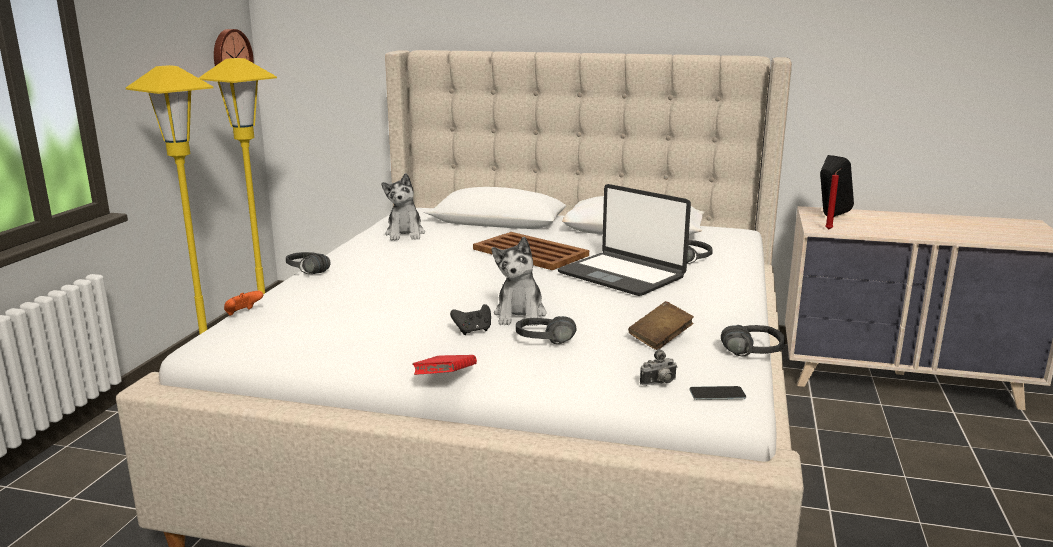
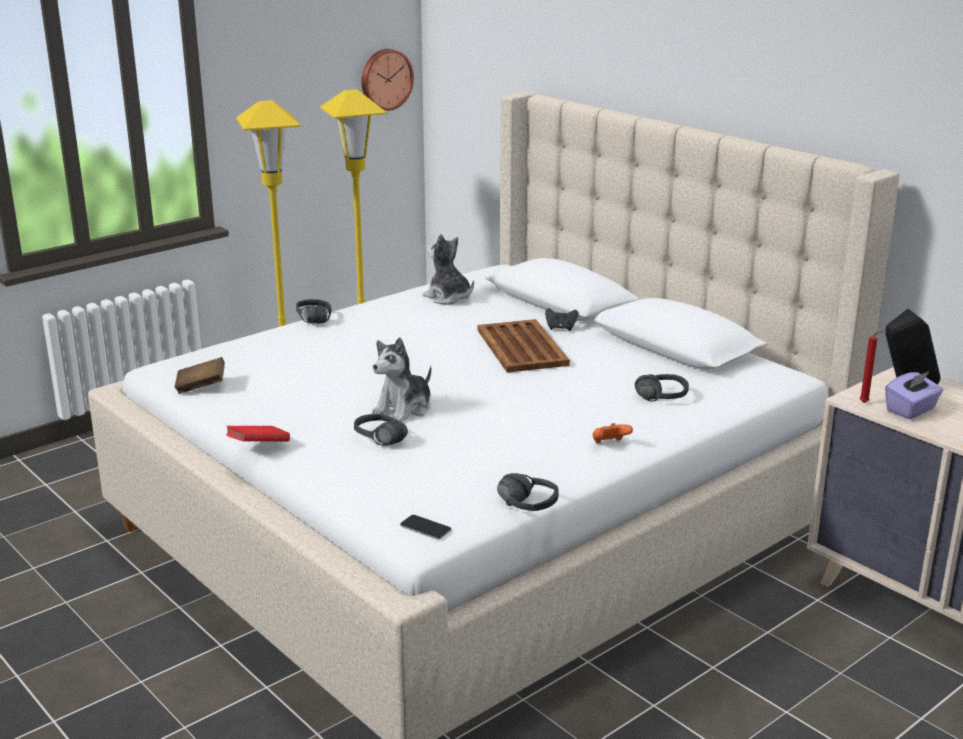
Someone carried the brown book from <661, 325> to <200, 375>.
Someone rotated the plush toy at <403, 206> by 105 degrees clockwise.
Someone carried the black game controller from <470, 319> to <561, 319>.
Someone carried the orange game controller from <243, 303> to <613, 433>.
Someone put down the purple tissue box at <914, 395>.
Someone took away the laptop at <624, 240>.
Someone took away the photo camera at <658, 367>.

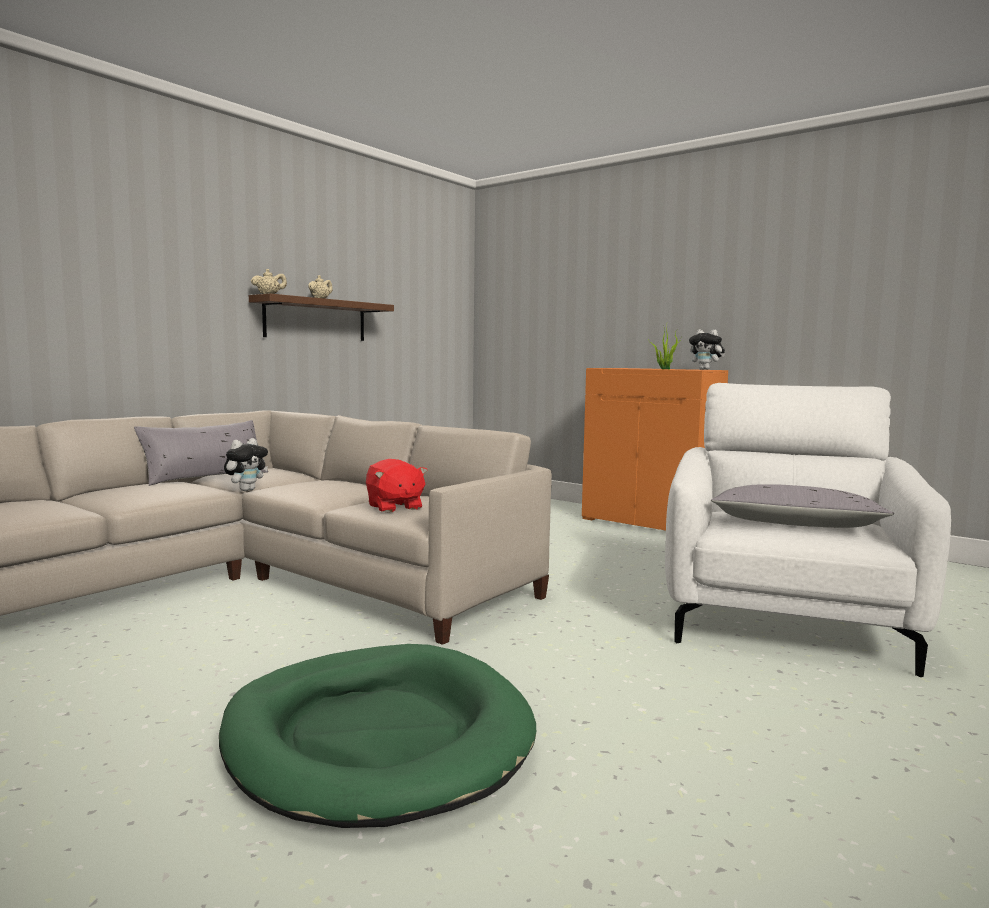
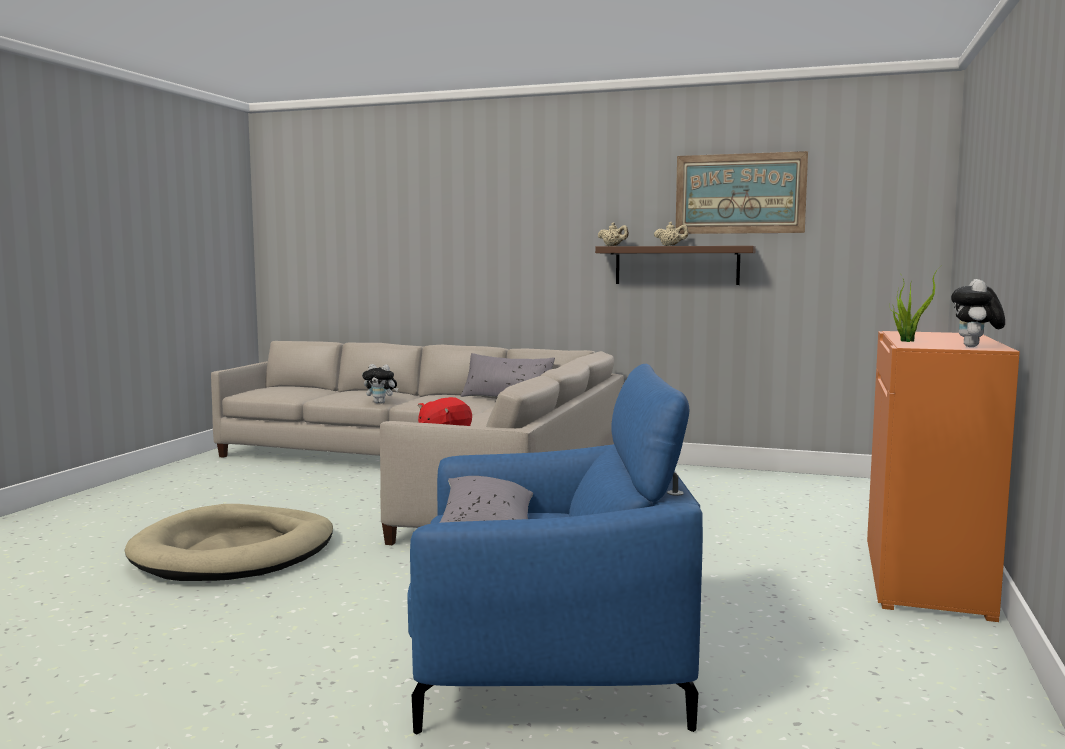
Someone repainted the green dog bed at <377, 736>, which became the beige dog bed at <229, 542>.
Someone carried the plush toy from <246, 464> to <380, 384>.
Someone repainted the white armchair at <808, 530>, which became the blue armchair at <555, 549>.
Someone put up the picture at <742, 192>.

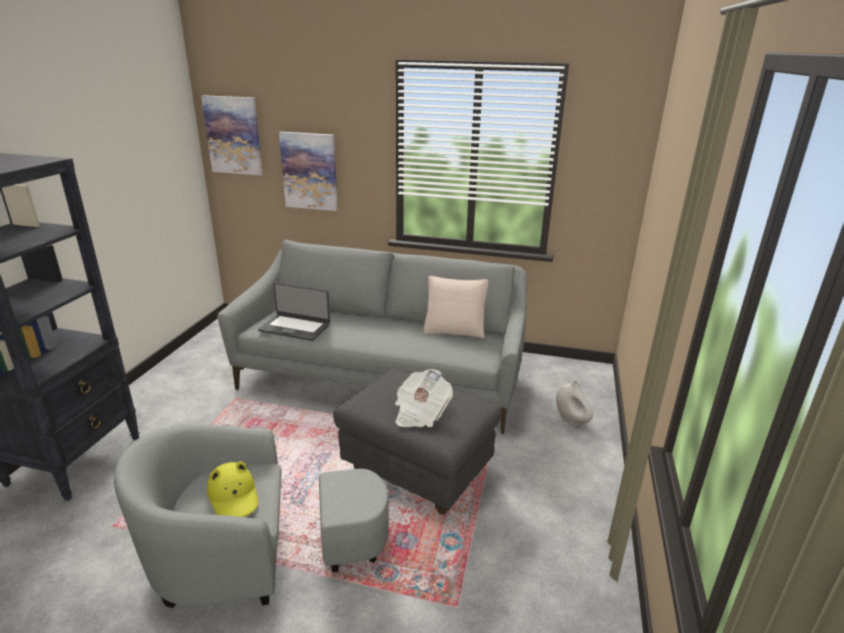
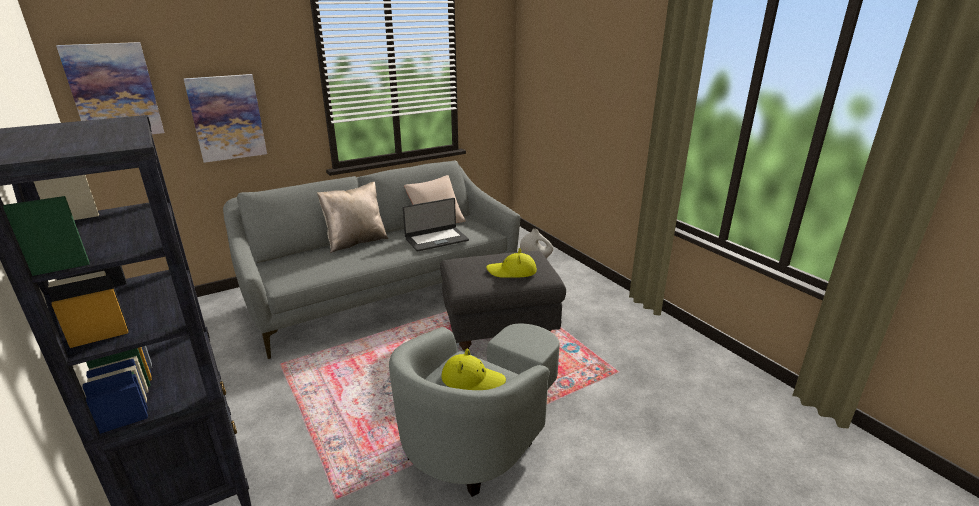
Someone put down the beige pillow at <352, 217>.
Someone carried the laptop from <294, 311> to <436, 225>.
Someone swapped the newspaper at <424, 398> for the yellow hat at <511, 263>.

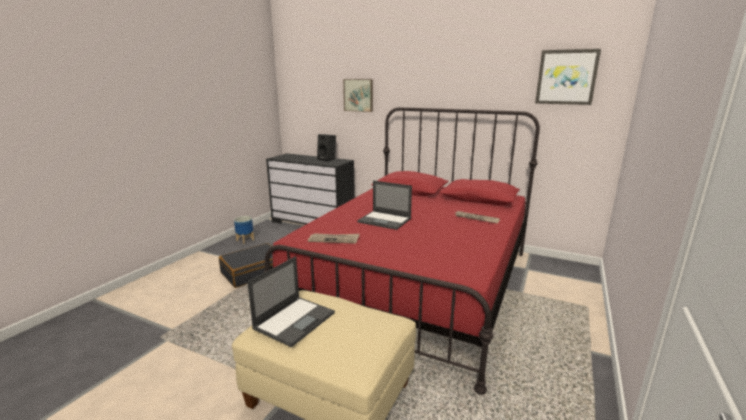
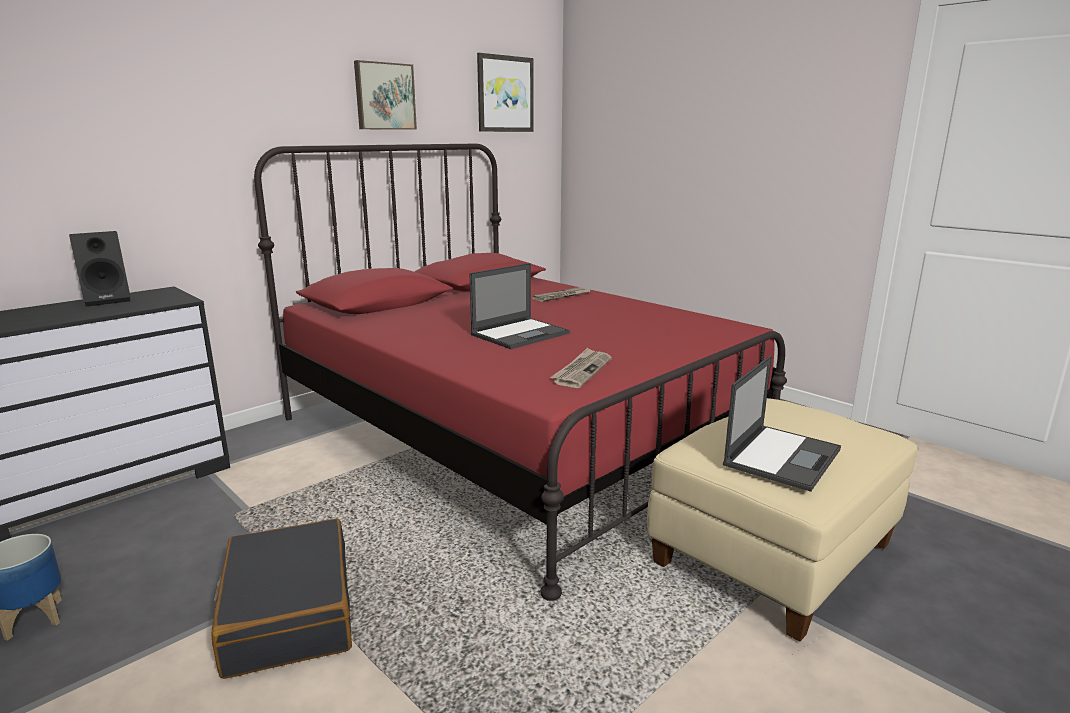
Someone carried the picture from <358, 95> to <385, 95>.
Someone rotated the laptop at <291, 301> by 75 degrees clockwise.

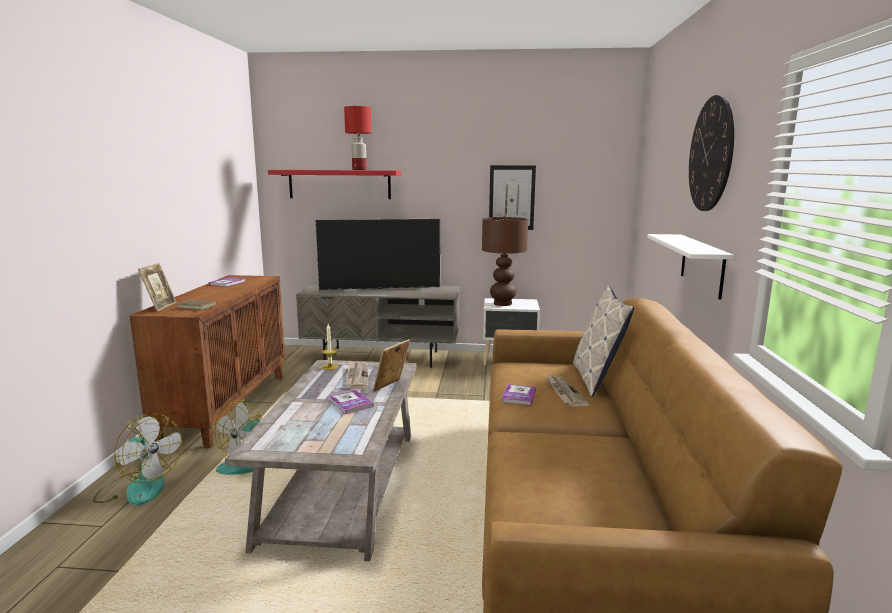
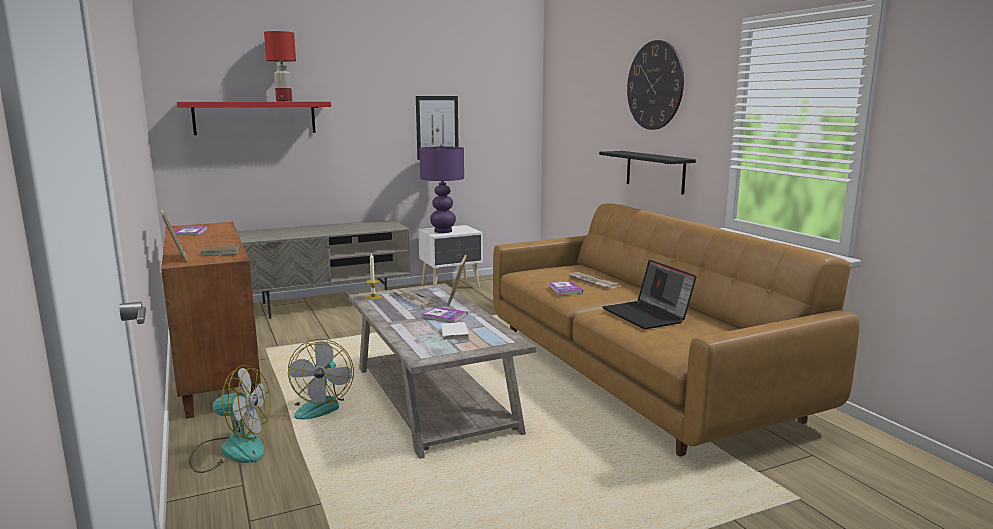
Someone repainted the brown table lamp at <505, 261>, which became the purple table lamp at <441, 189>.
Someone put down the white book at <452, 331>.
Someone repainted the white shelf at <690, 267>, which became the black shelf at <647, 173>.
Someone put down the laptop at <650, 294>.
Someone took away the television at <377, 254>.
Someone took away the pillow at <603, 341>.

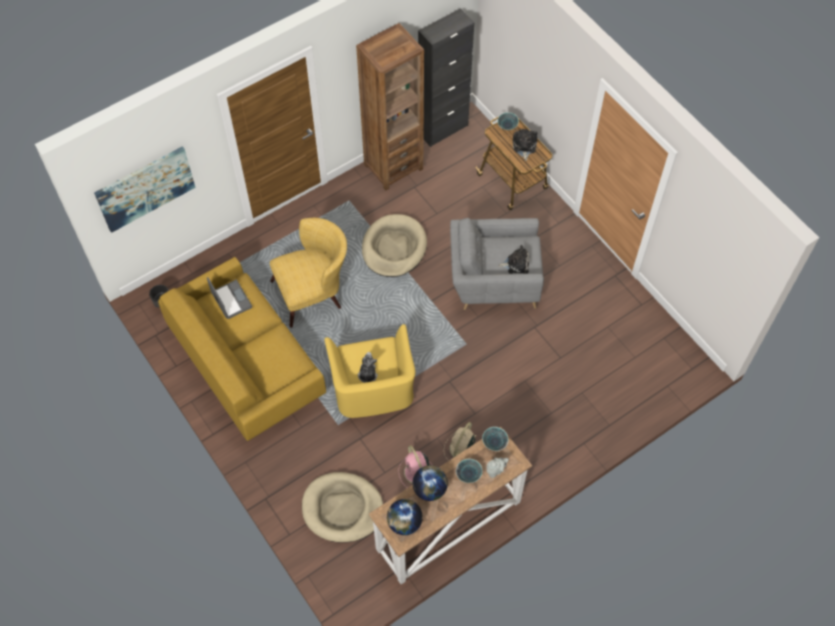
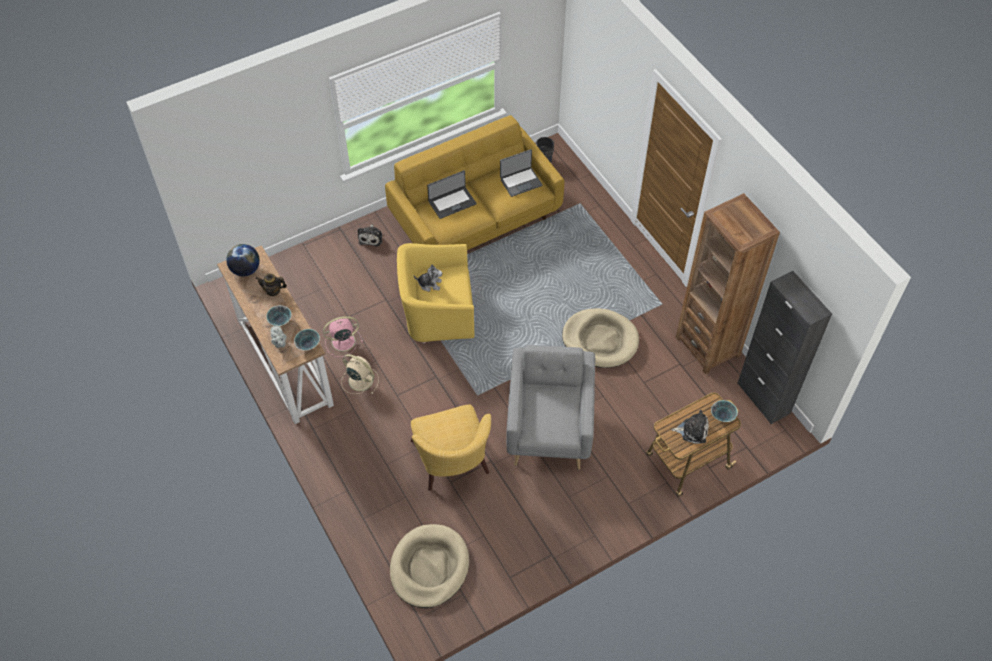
Someone swapped the globe at <430, 483> for the teapot at <271, 284>.
Someone carried the plush toy from <514, 259> to <370, 235>.
Someone carried the beige dog bed from <342, 507> to <429, 566>.
Someone carried the yellow armchair from <308, 273> to <451, 447>.
Someone put down the laptop at <452, 194>.
Someone took away the picture at <145, 189>.

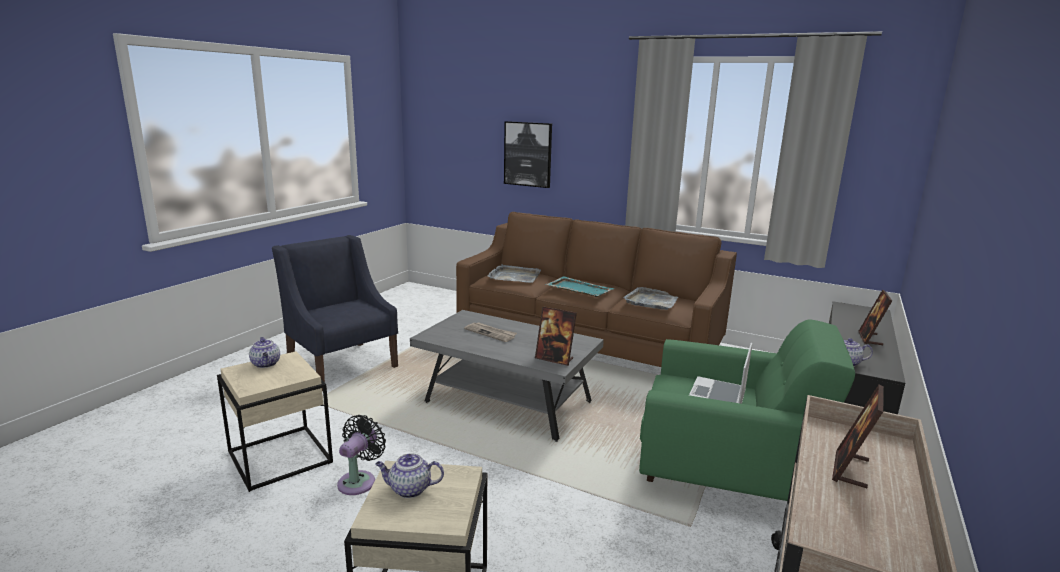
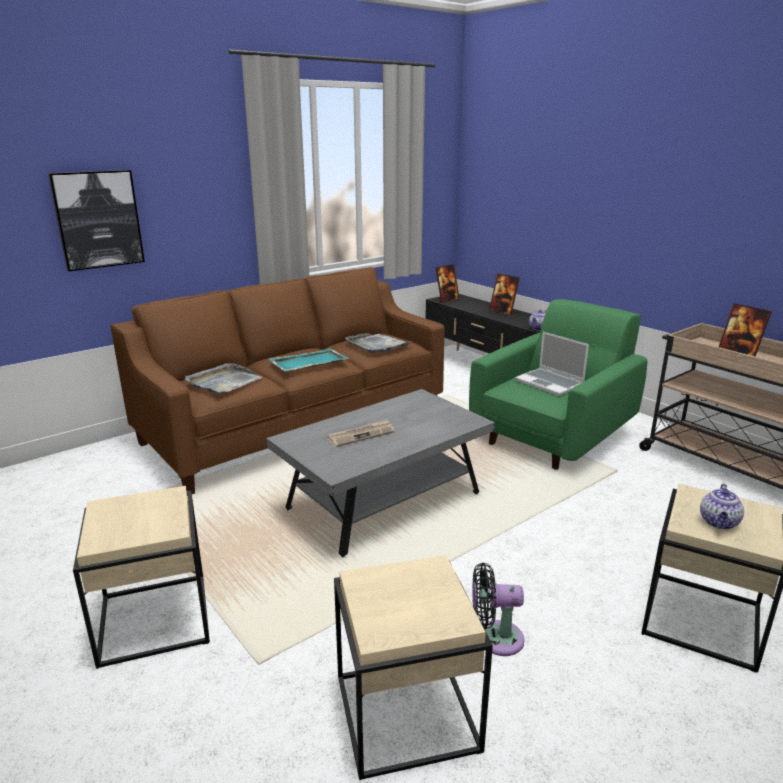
Someone swapped the blue armchair at <335, 313> for the beige side table at <141, 577>.
Someone carried the picture frame from <556, 336> to <447, 283>.
Someone rotated the black fan at <361, 455> by 45 degrees counterclockwise.
Someone took away the teapot at <264, 352>.

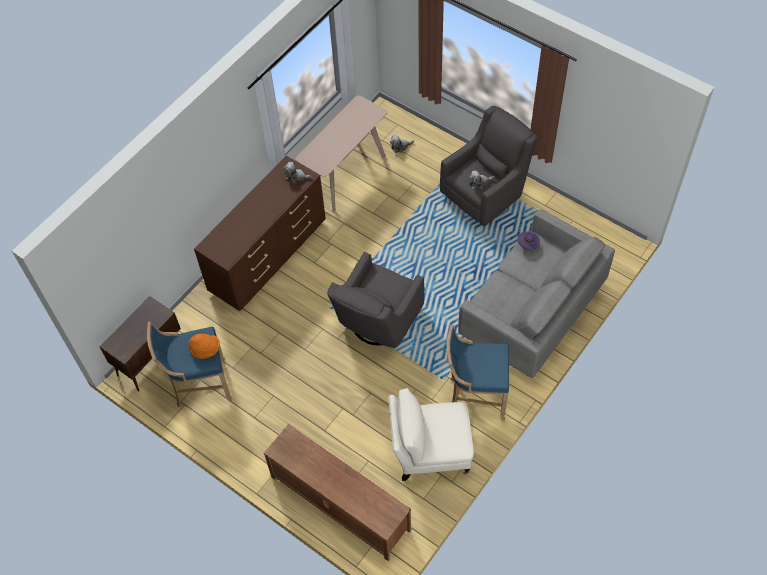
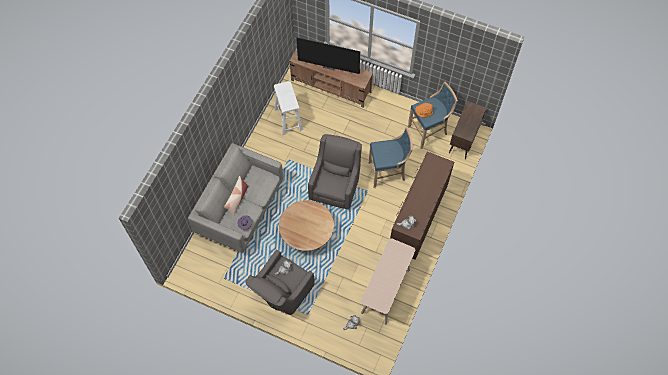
Someone put down the pillow at <236, 196>.
Someone swapped the beige armchair at <431, 434> for the white stool at <288, 108>.
Someone put down the brown coffee table at <306, 225>.
Someone put down the television at <328, 55>.
Someone carried the blue stool from <478, 373> to <390, 157>.

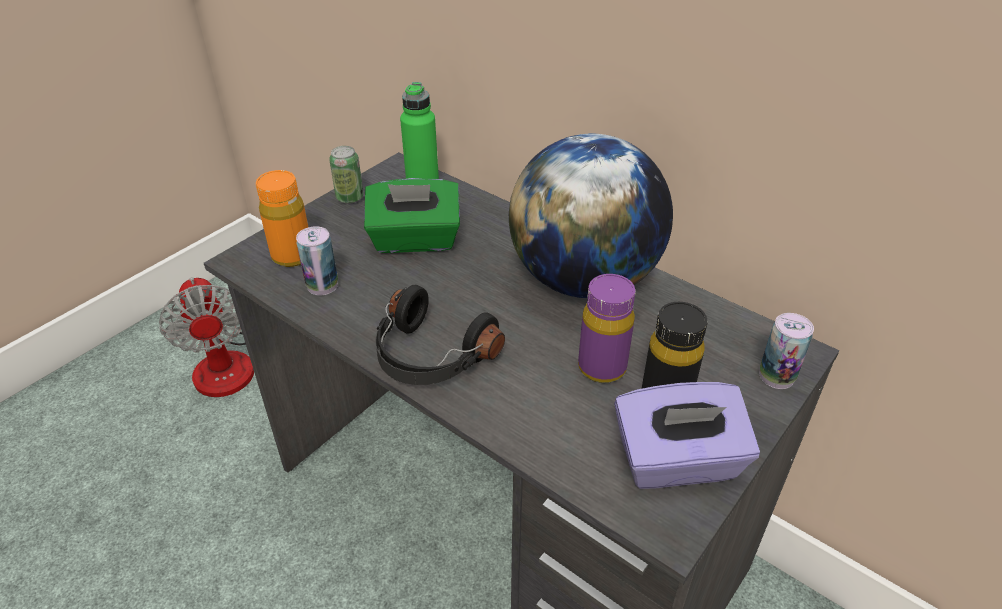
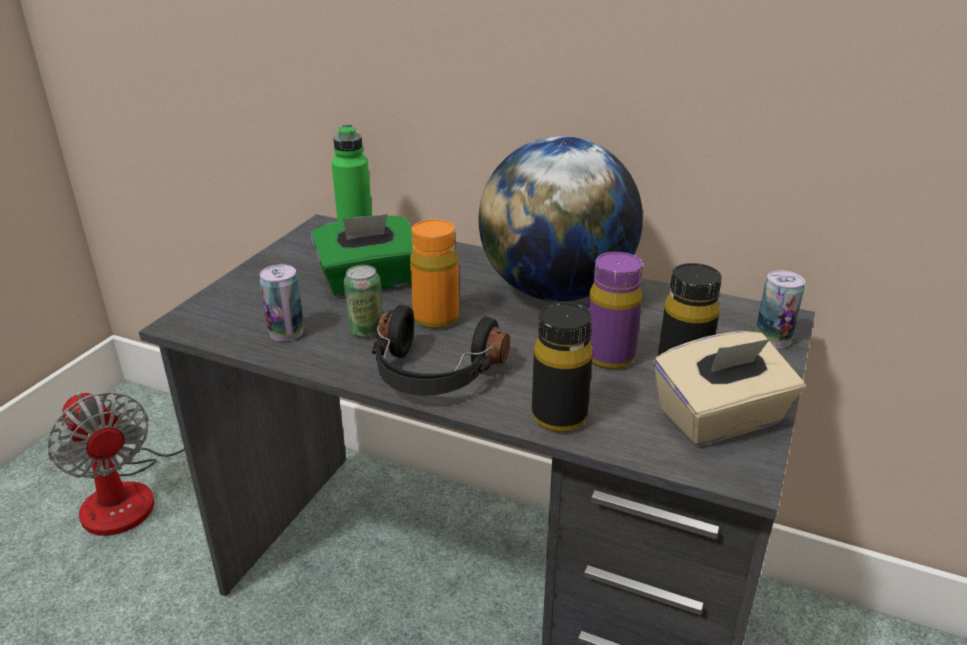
Someone carried the can from <346, 175> to <363, 301>.
Someone carried the orange bottle from <282, 218> to <434, 274>.
Someone put down the black bottle at <562, 367>.
Someone repainted the purple tissue box at <687, 435>, which became the beige tissue box at <729, 388>.

